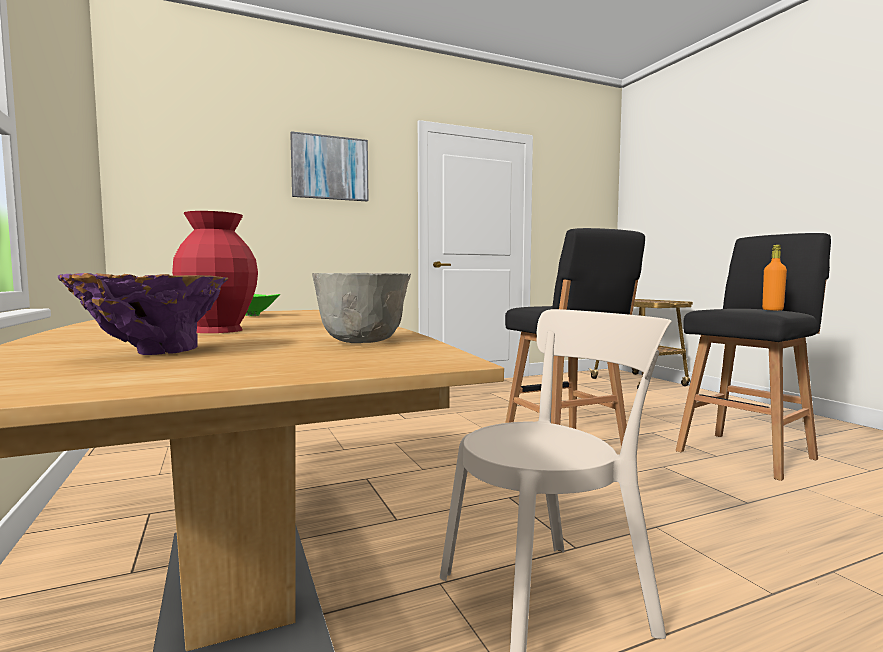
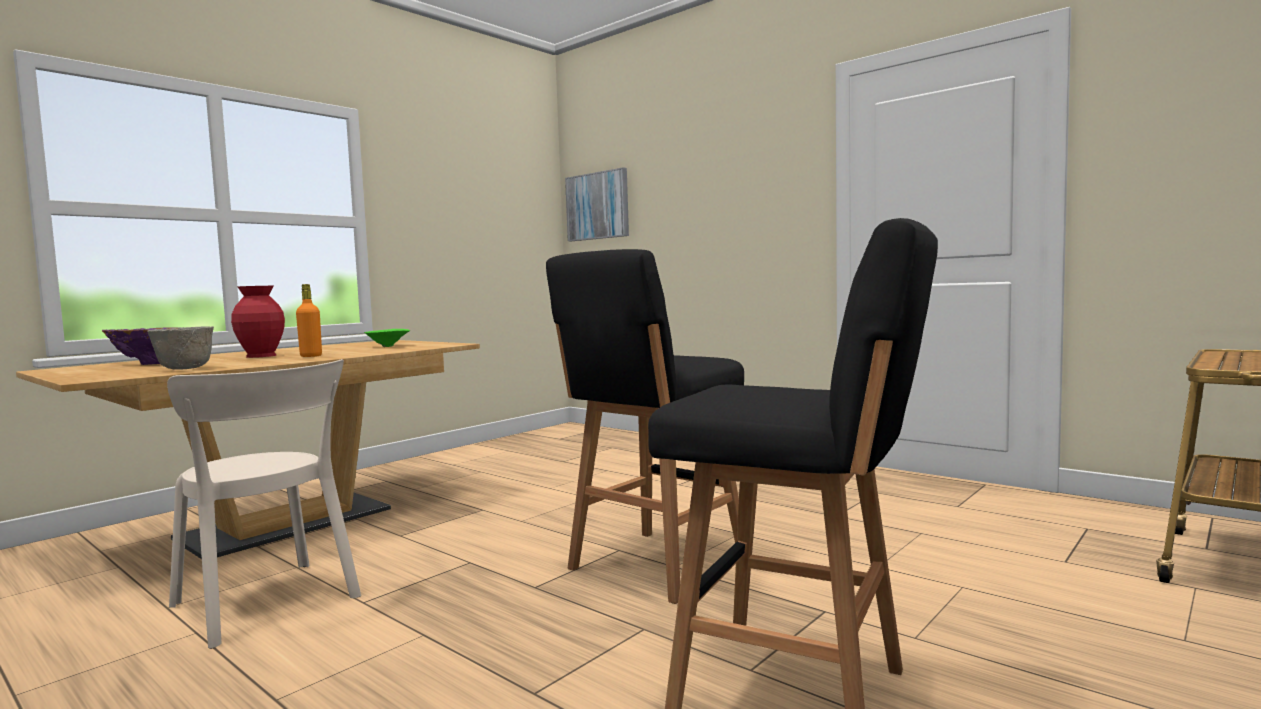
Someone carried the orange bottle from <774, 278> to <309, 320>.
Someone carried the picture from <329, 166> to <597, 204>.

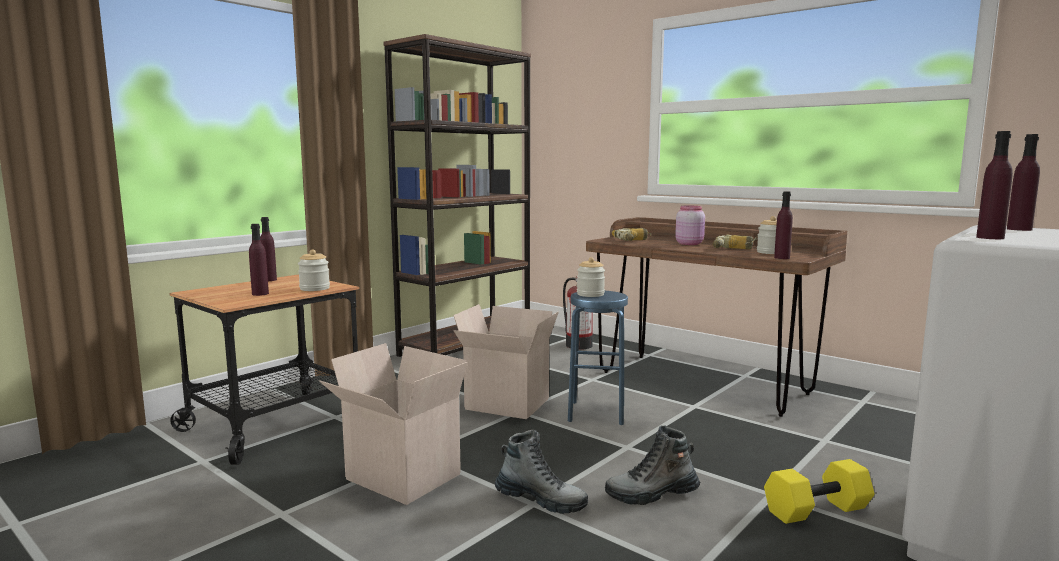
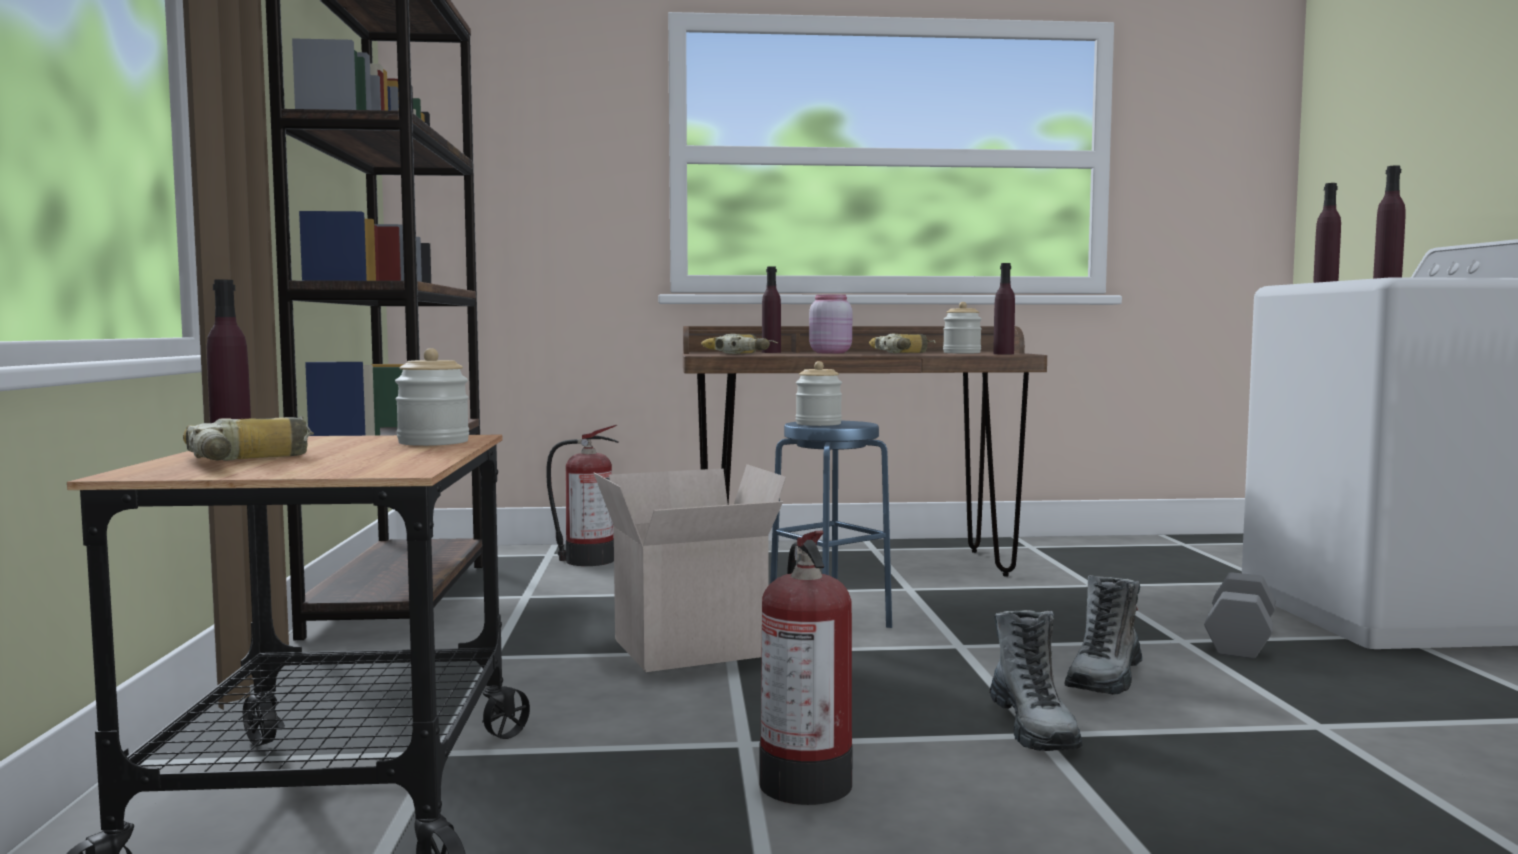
Someone put down the power drill at <248, 438>.
Someone swapped the cardboard box at <393, 424> for the fire extinguisher at <806, 668>.
Someone carried the purple bottle from <259, 260> to <771, 309>.
Someone rotated the boot at <541, 472> by 105 degrees clockwise.
Someone repainted the yellow dumbbell at <819, 491>, which became the grey dumbbell at <1240, 615>.

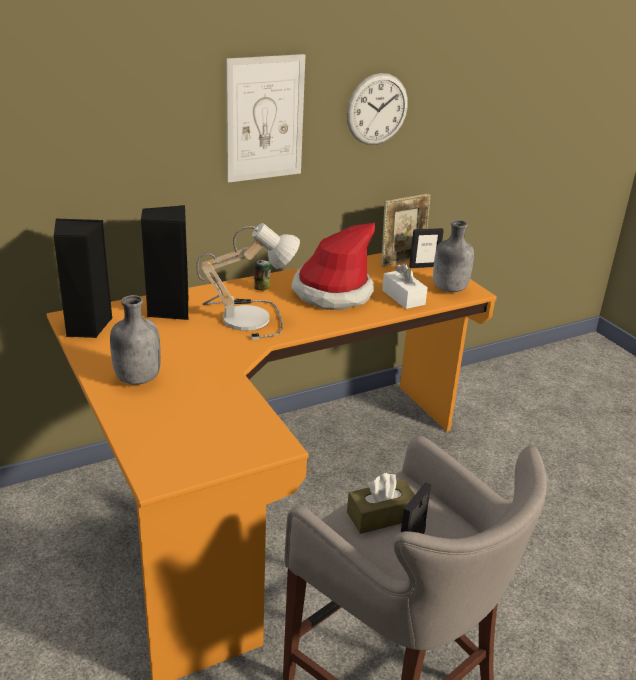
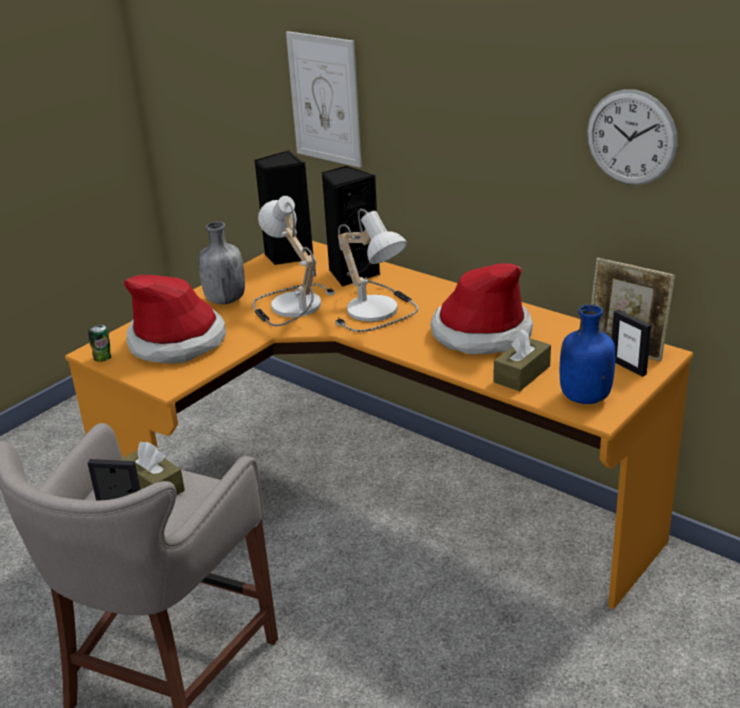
Someone carried the can from <262, 275> to <99, 343>.
Someone put down the hat at <175, 319>.
Someone put down the table lamp at <293, 261>.
Someone carried the picture from <265, 118> to <324, 99>.
Someone repainted the white tissue box at <405, 286>, which became the brown tissue box at <522, 360>.
Someone repainted the grey bottle at <453, 256>, which became the blue bottle at <588, 354>.

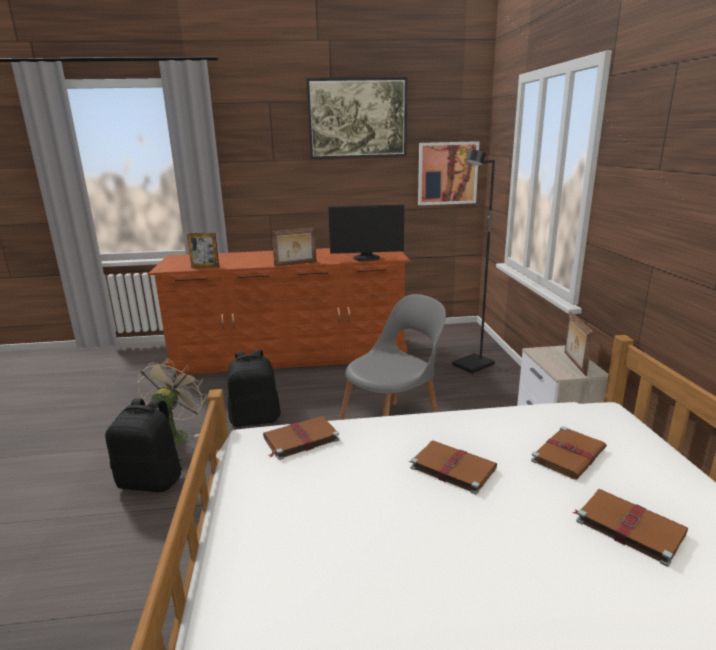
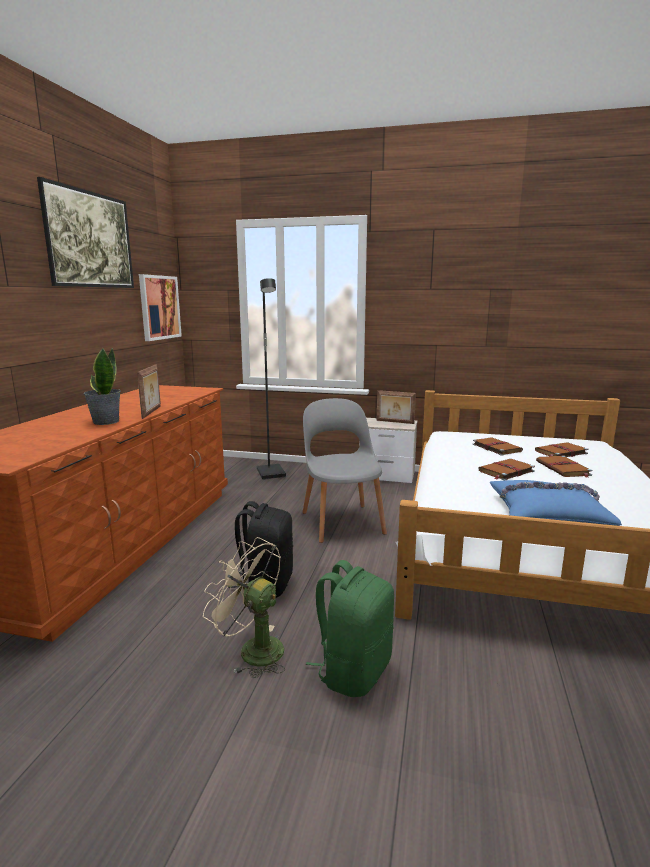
Someone put down the potted plant at <102, 386>.
Someone repainted the black backpack at <143, 445>, which became the green backpack at <350, 628>.
Someone put down the blue pillow at <556, 503>.
Someone carried the brown book from <301, 438> to <564, 467>.
Someone took away the picture frame at <203, 250>.
Someone took away the monitor at <366, 233>.

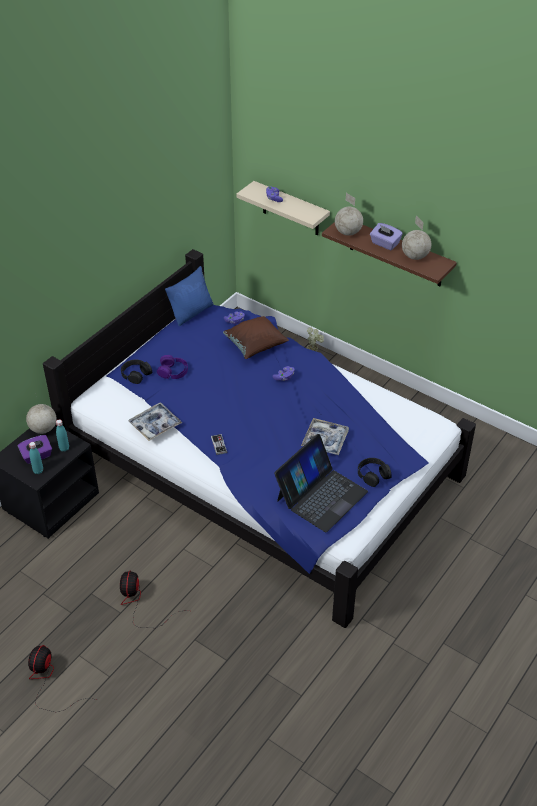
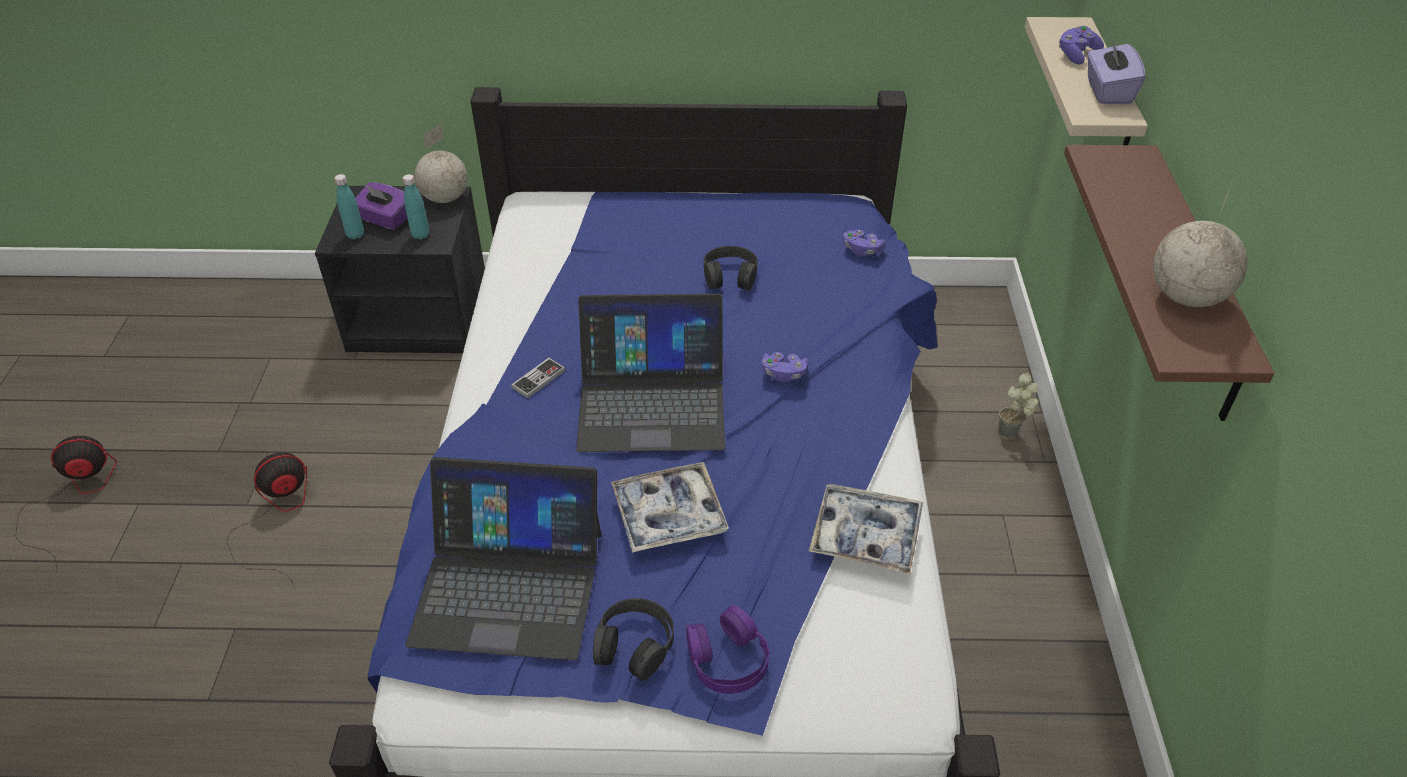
Someone put down the laptop at <650, 373>.
Someone carried the purple headphones from <172, 367> to <727, 649>.
Someone carried the black headphones from <136, 372> to <730, 268>.
Someone carried the tray from <155, 421> to <866, 528>.
Someone carried the purple tissue box from <386, 236> to <1116, 70>.
Someone took away the blue pillow at <189, 296>.
Someone took away the brown pillow at <256, 337>.
Someone took away the globe at <349, 214>.

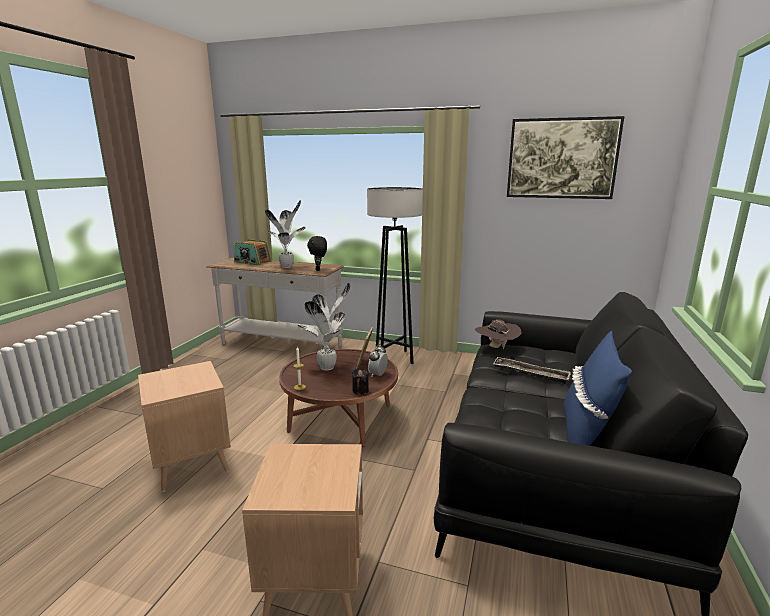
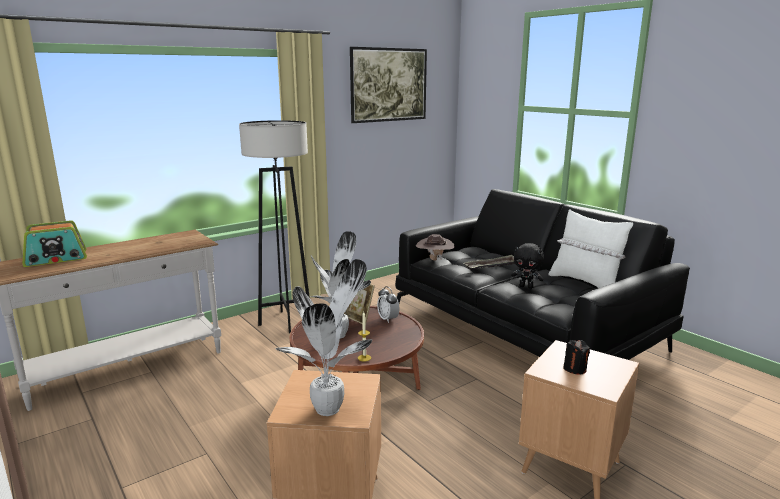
Someone carried the potted plant from <285, 234> to <324, 337>.
Someone carried the black plush toy from <317, 253> to <527, 266>.
Someone repainted the blue pillow at <598, 388>, which became the white pillow at <590, 248>.
Someone carried the black candle from <360, 382> to <576, 357>.

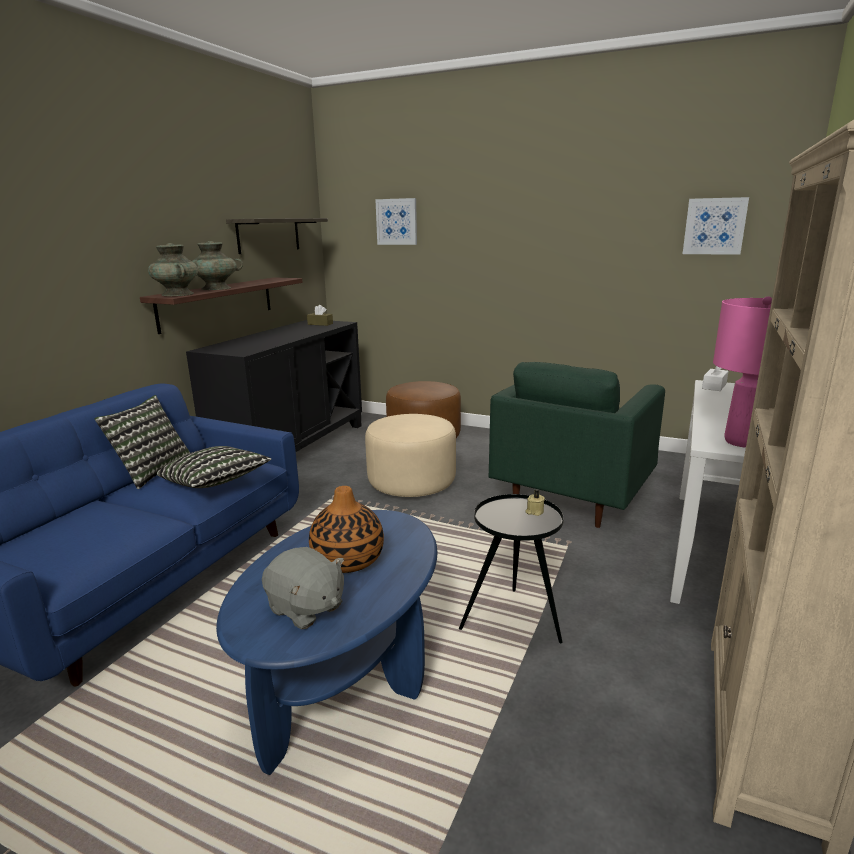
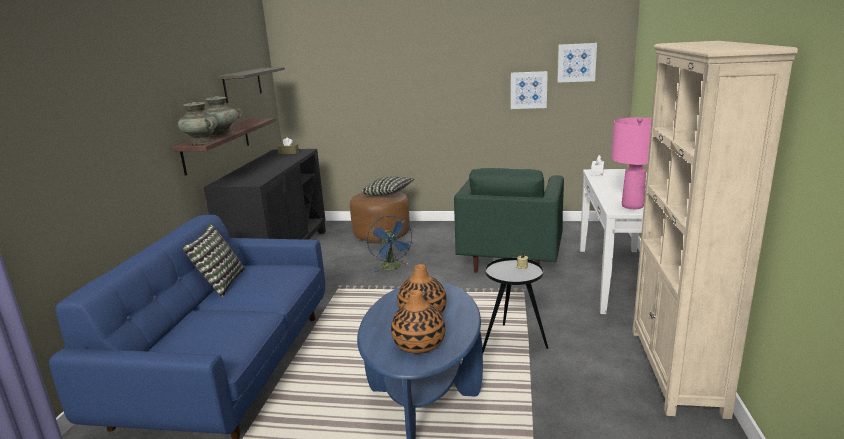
Someone carried the pillow from <214, 467> to <387, 186>.
Someone swapped the beige ottoman at <410, 455> for the blue fan at <390, 244>.
Someone swapped the grey plush toy at <303, 588> for the vase at <418, 322>.
Someone carried the picture from <396, 221> to <529, 90>.

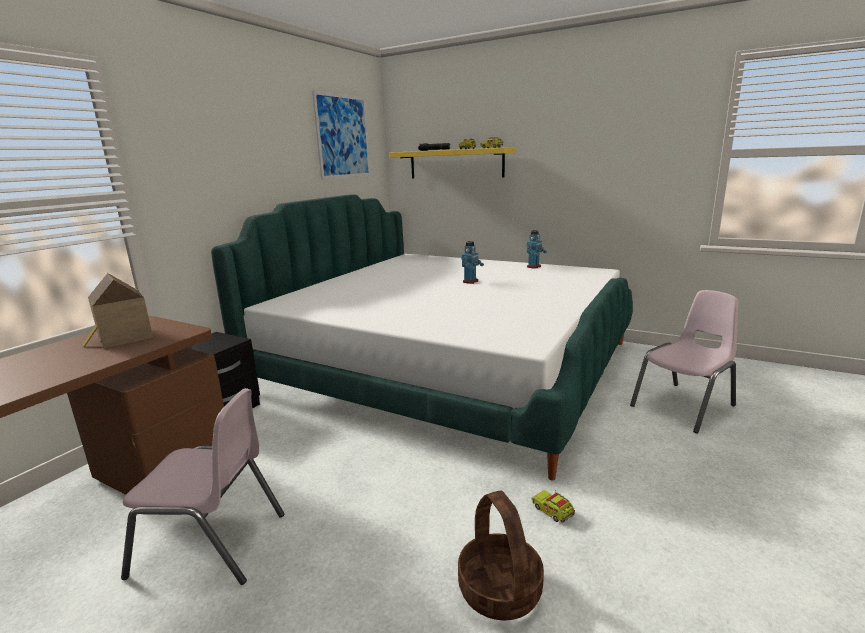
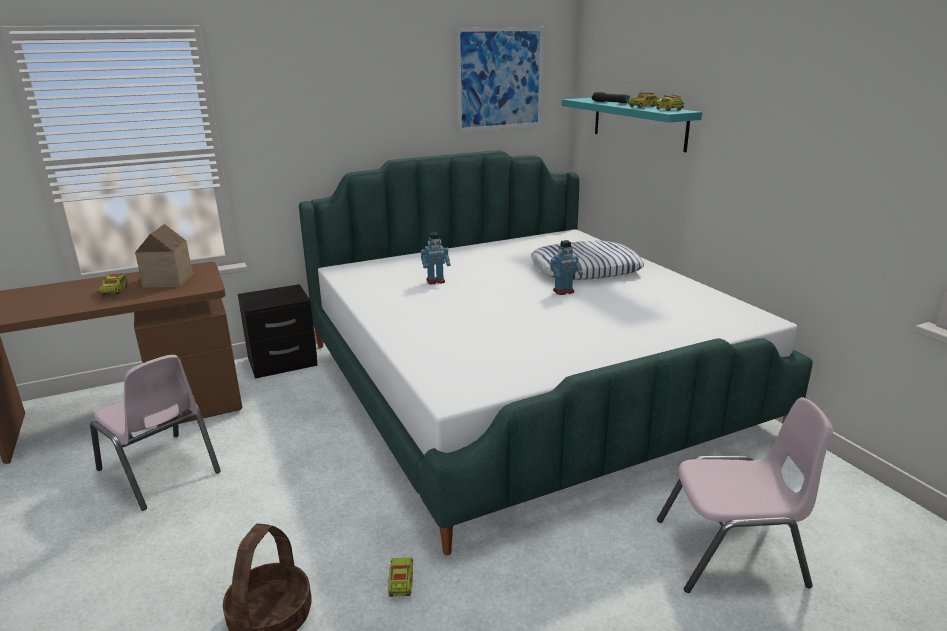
Someone put down the toy truck at <113, 284>.
Someone carried the toy robot from <536, 249> to <436, 258>.
Someone put down the pillow at <587, 260>.
Someone repainted the yellow shelf at <452, 163>, which became the turquoise shelf at <632, 125>.

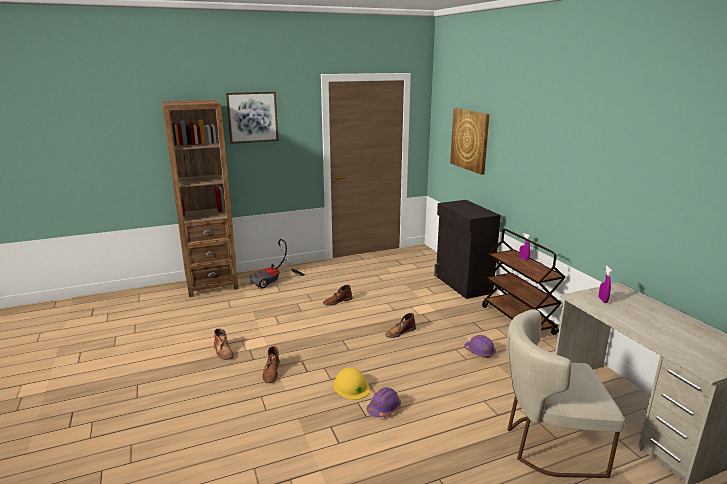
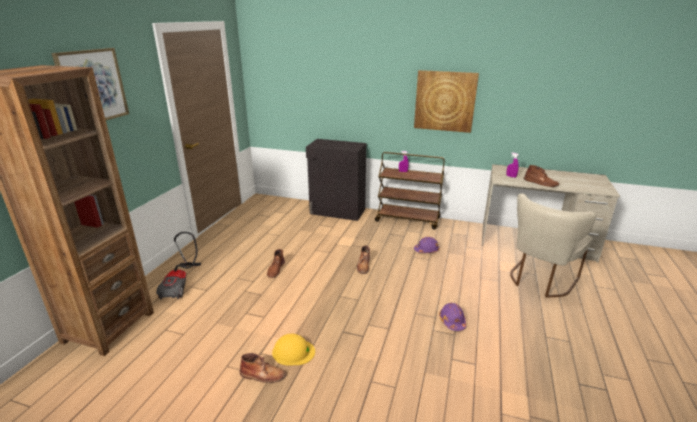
Someone carried the yellow hard hat from <351, 384> to <293, 350>.
Someone carried the picture from <469, 141> to <446, 101>.
Someone carried the brown boot from <271, 364> to <541, 176>.

